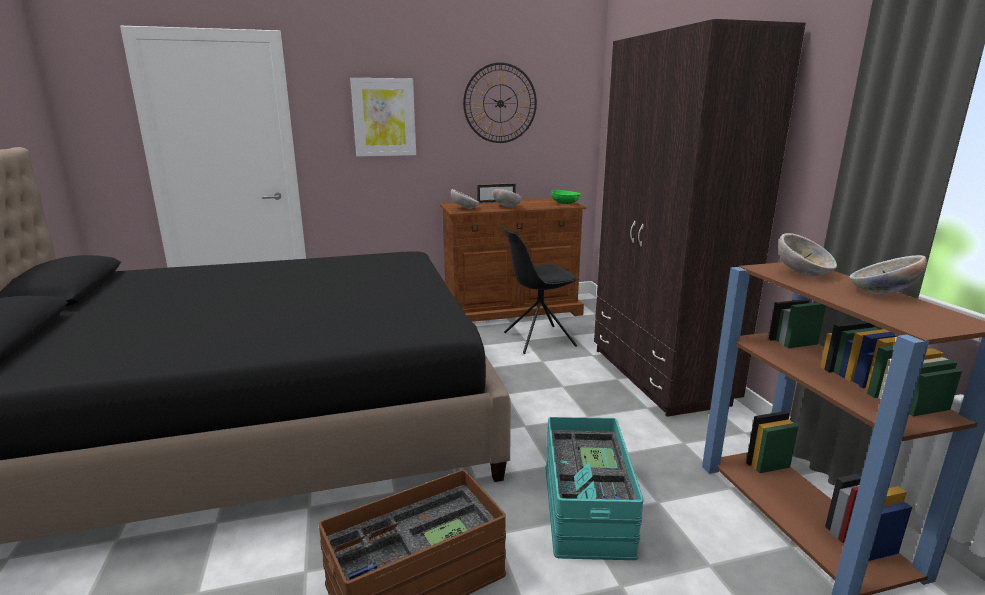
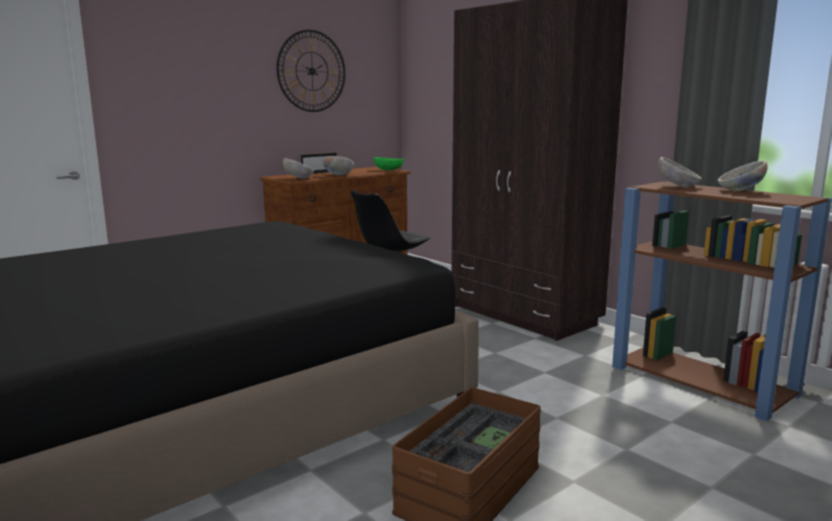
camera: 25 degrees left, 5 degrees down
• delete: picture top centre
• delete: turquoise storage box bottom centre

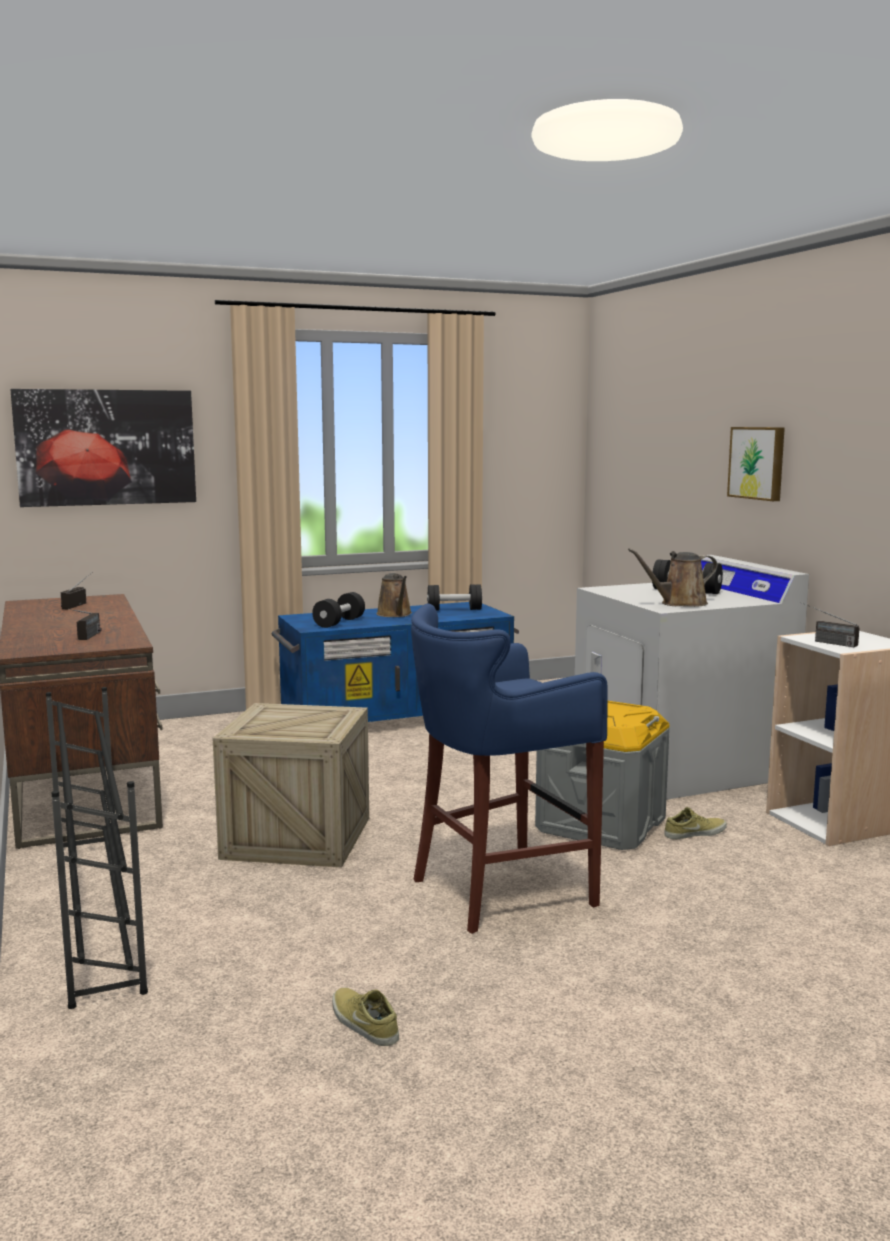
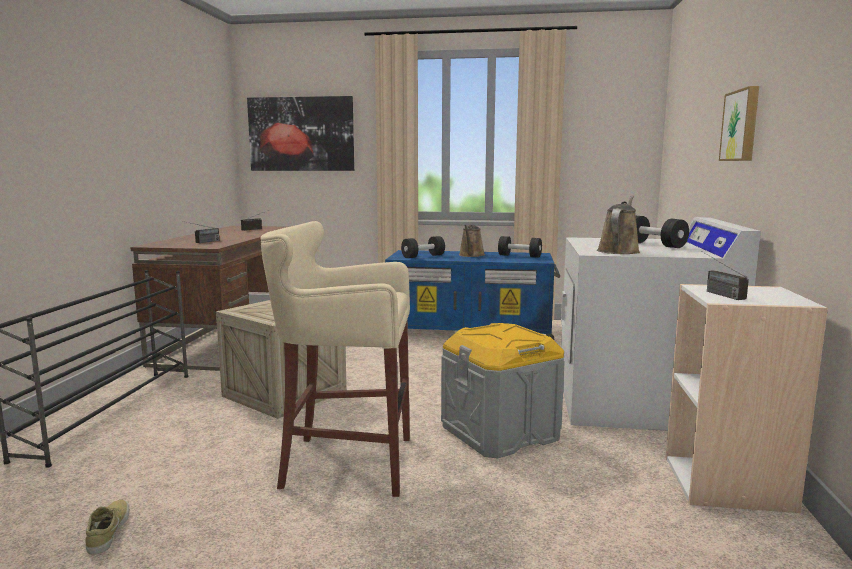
camera: 30 degrees right, 0 degrees up
• rotate: brown watering can (2nd from left) middle right = middle right 105 degrees clockwise
• recolor: blue stool centre to beige stool centre
• delete: beige shoe (2nd from left) middle right

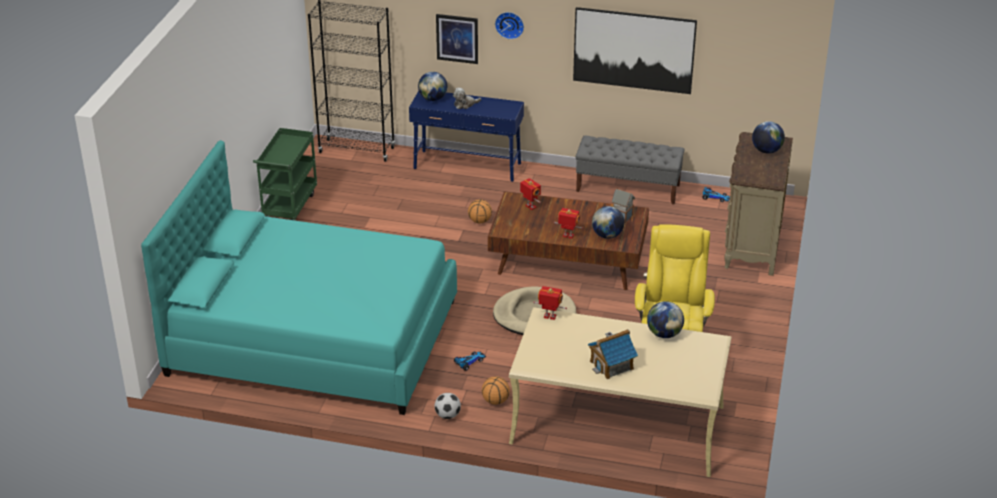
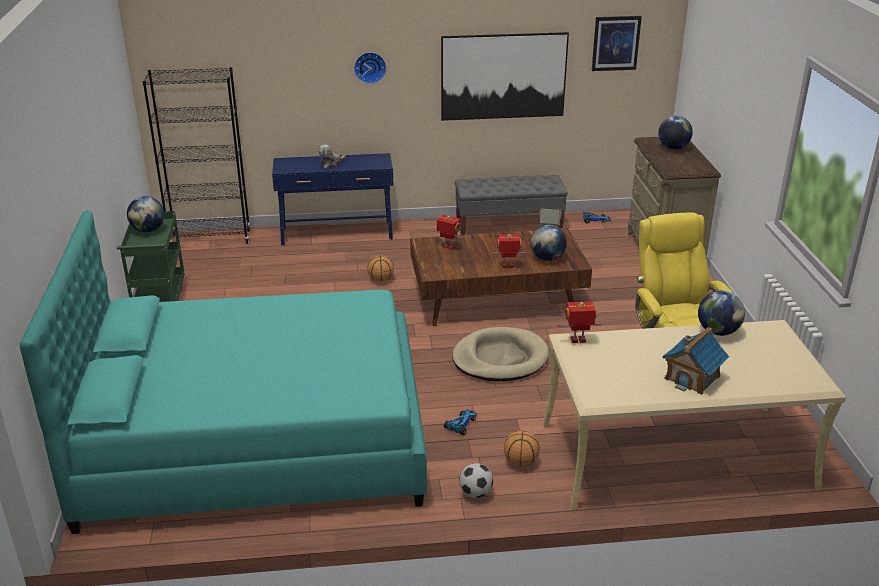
camera: 20 degrees left, 5 degrees down
• move: picture (1st from left in the first image) top centre to picture (2nd from left) top right
• move: globe (1st from left) top centre to middle left

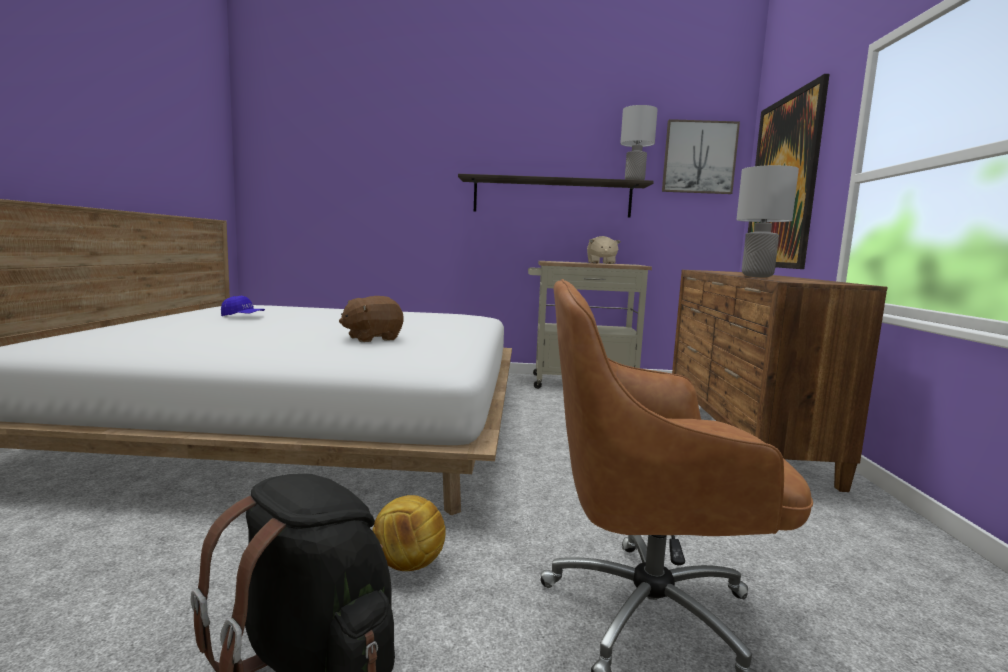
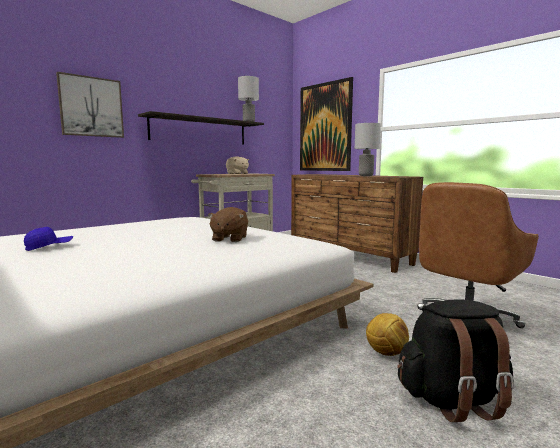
camera: 45 degrees left, 0 degrees up
• move: picture (1st from left) top right to top left

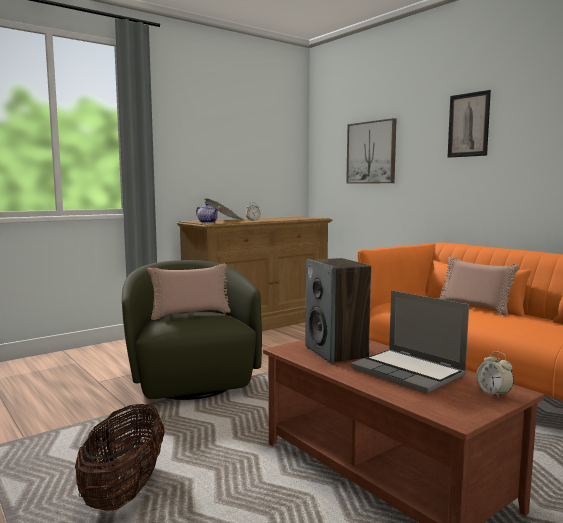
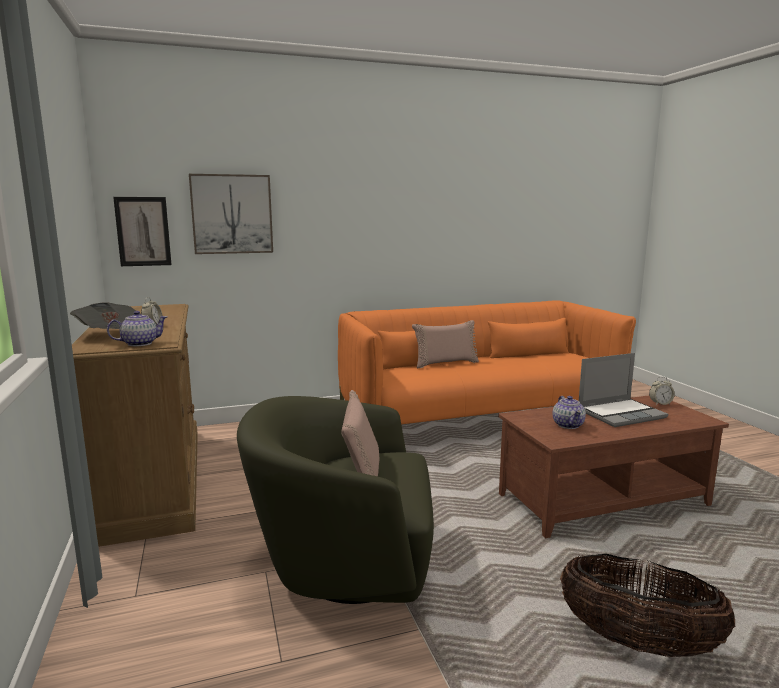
camera: 70 degrees left, 5 degrees up
• move: picture (2nd from left in the first image) top right to picture (1st from left) middle left
• replace: speaker centre to teapot (2nd from left) middle right

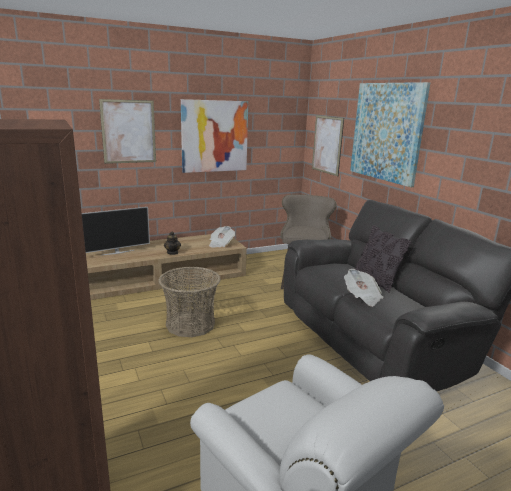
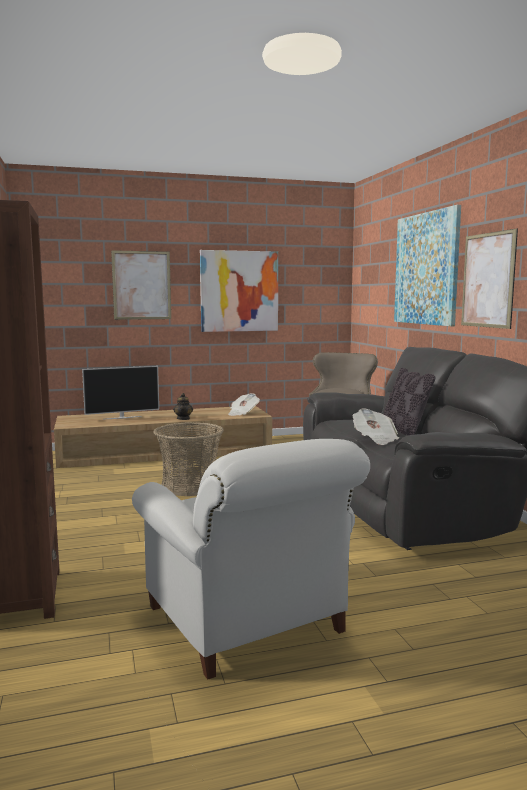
camera: 10 degrees right, 10 degrees down
• move: picture (3rd from left in the first image) top centre to picture (4th from left) middle right

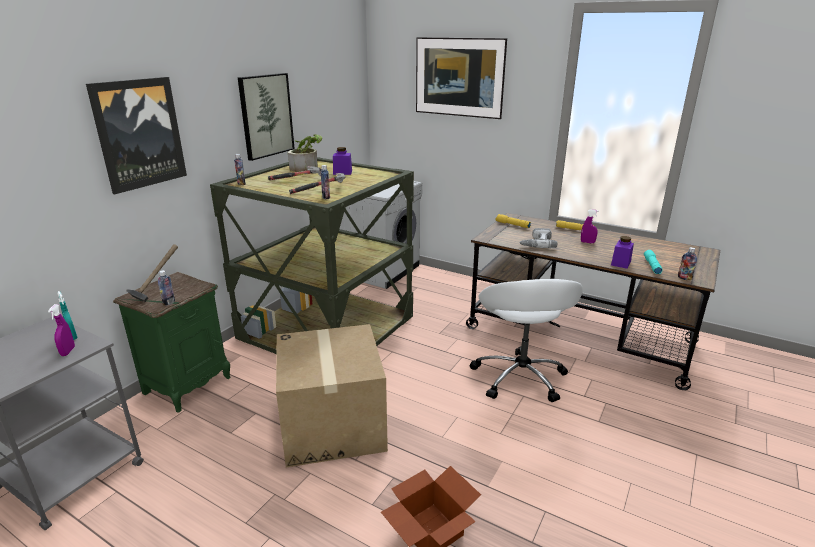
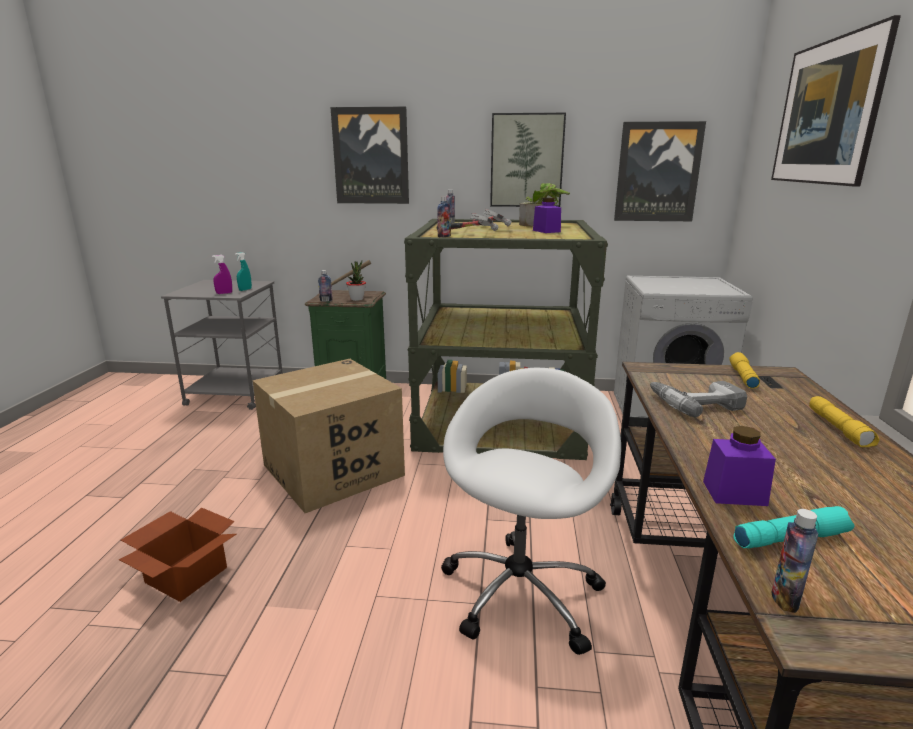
camera: 65 degrees right, 5 degrees down
• delete: purple spray bottle (2nd from left) middle right
• rotate: white office chair centre = bottom centre 150 degrees clockwise
• insert: picture (3rd from left) top right
• insert: potted plant (1st from left) centre

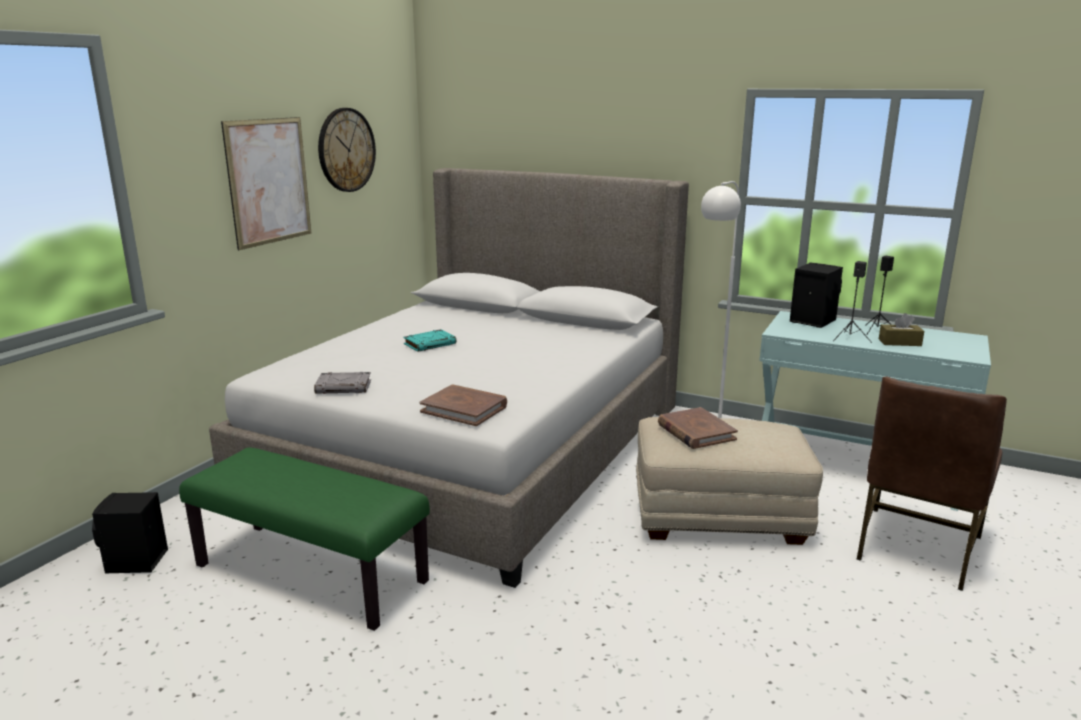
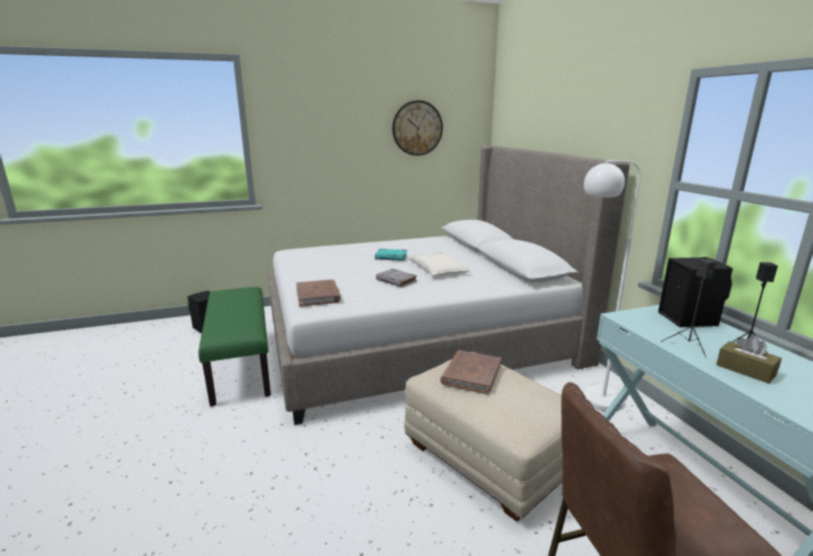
camera: 45 degrees right, 0 degrees up
• delete: picture top left
• move: grey book middle left to centre
• insert: white pillow centre

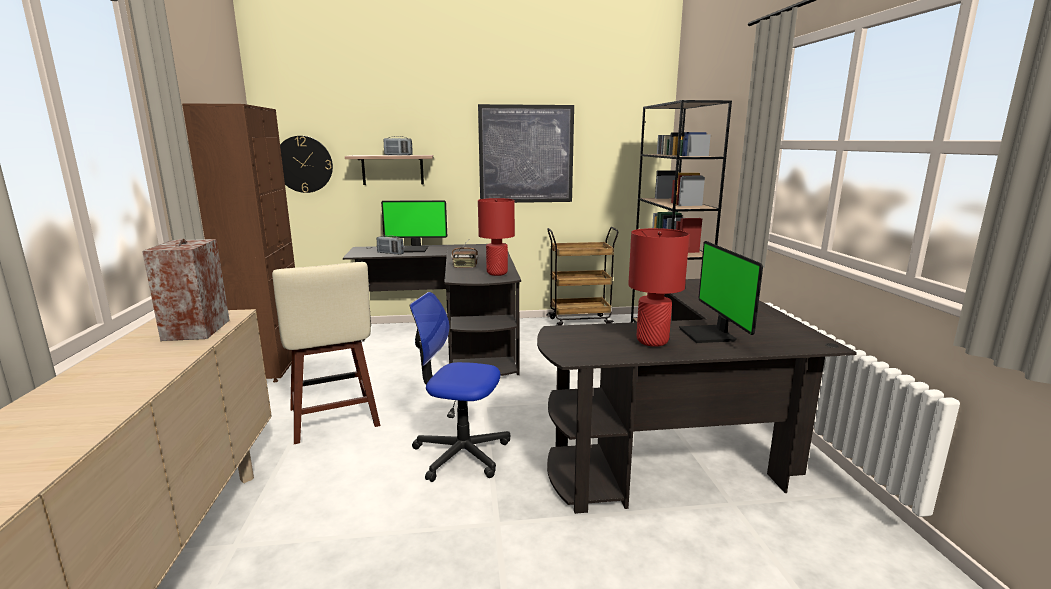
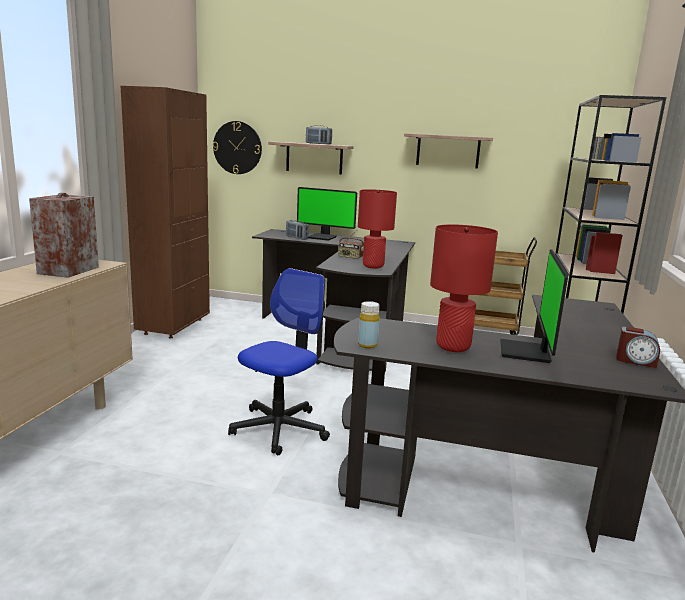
camera: 20 degrees right, 0 degrees up
• replace: picture top centre to shelf (2nd from left) top centre
• delete: beige stool middle left
• rotate: office chair centre = centre 90 degrees clockwise
• insert: yellow bottle centre
• insert: alarm clock middle right

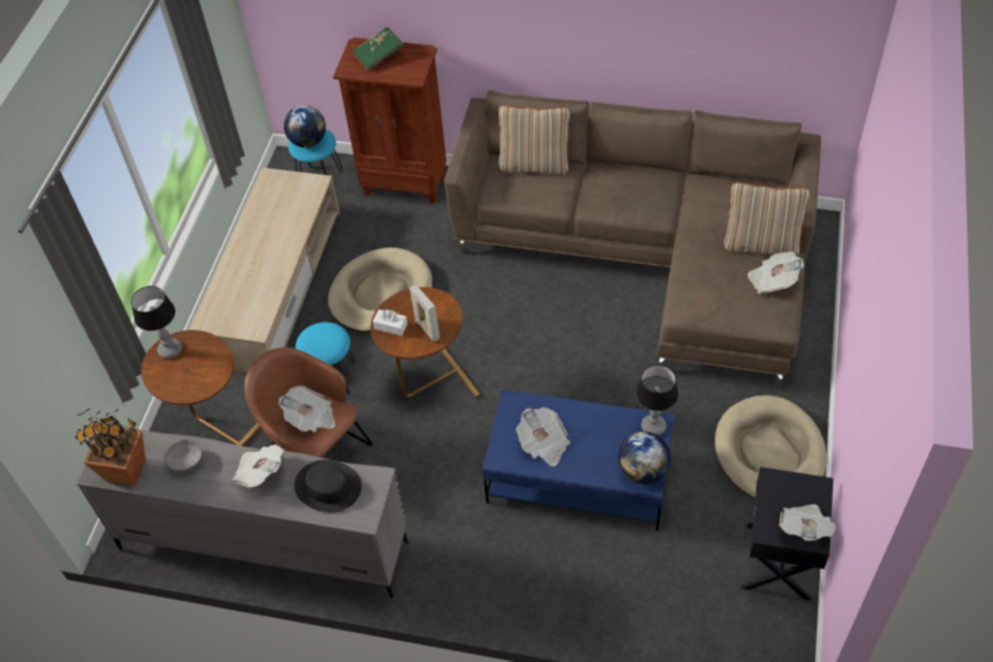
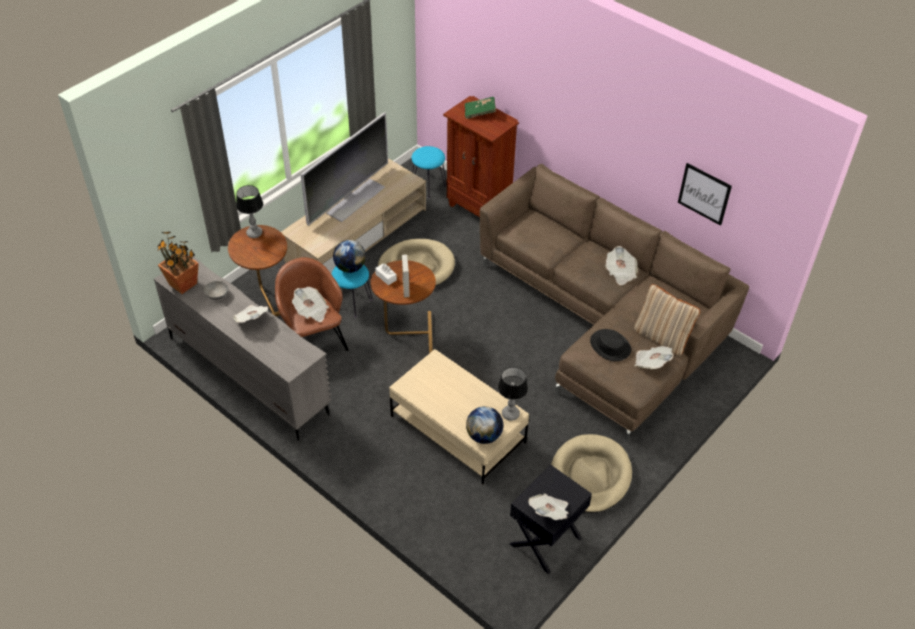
camera: 25 degrees right, 5 degrees down
• move: globe (1st from left) top left to centre
• delete: beige pillow (1st from left) top centre
• recolor: blue coffee table bottom centre to beige coffee table centre
• move: newspaper (3rd from left in the first image) centre to newspaper (4th from left) middle right
• move: black hat bottom left to middle right
• insert: television top centre
• insert: picture top right

